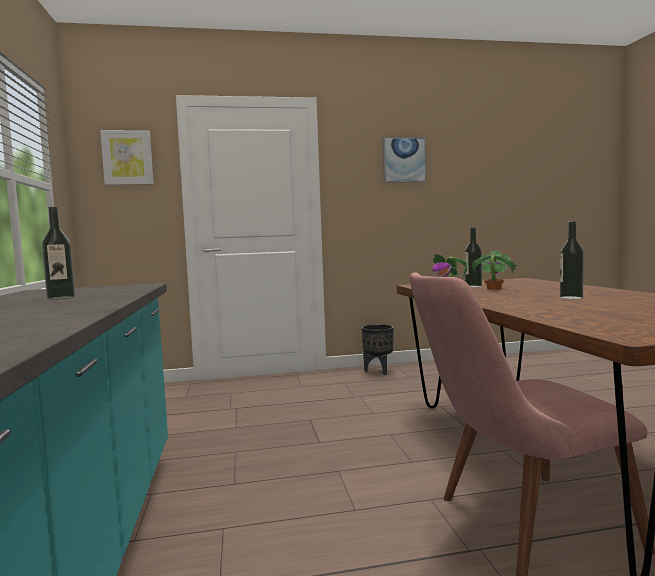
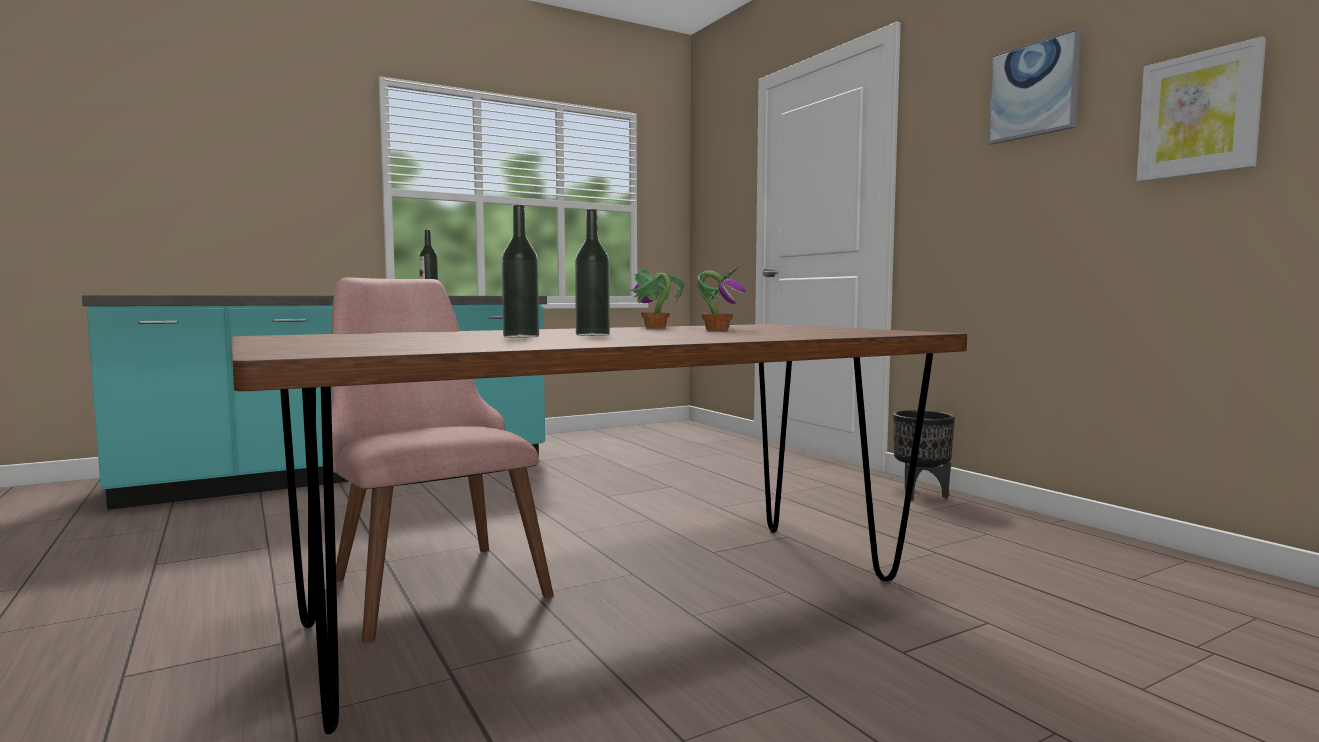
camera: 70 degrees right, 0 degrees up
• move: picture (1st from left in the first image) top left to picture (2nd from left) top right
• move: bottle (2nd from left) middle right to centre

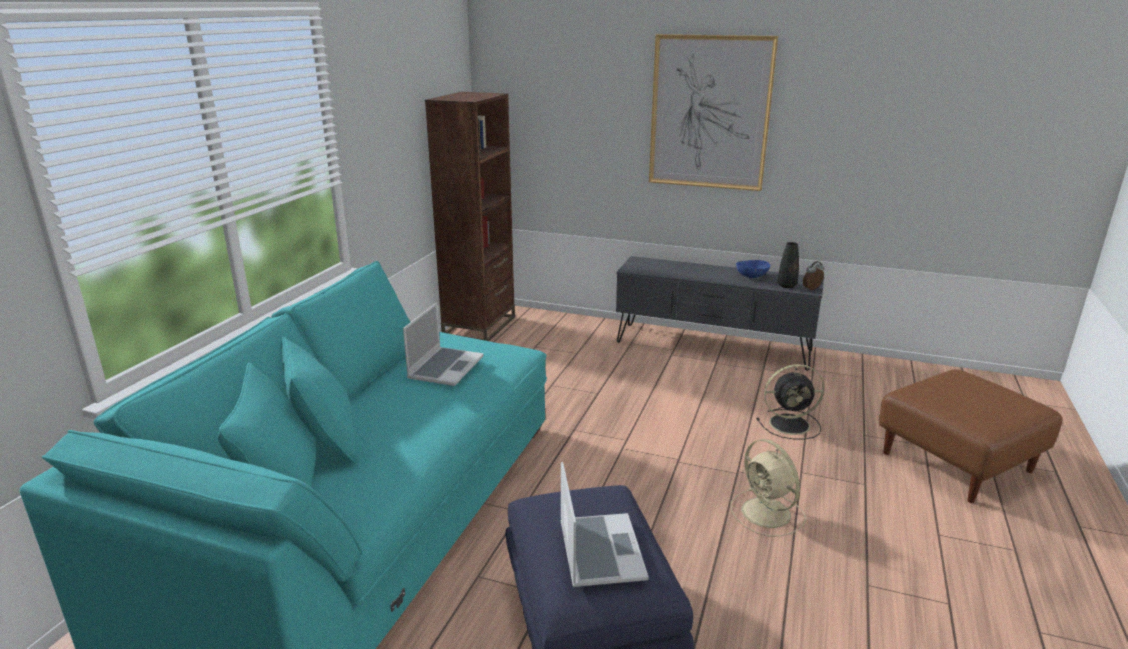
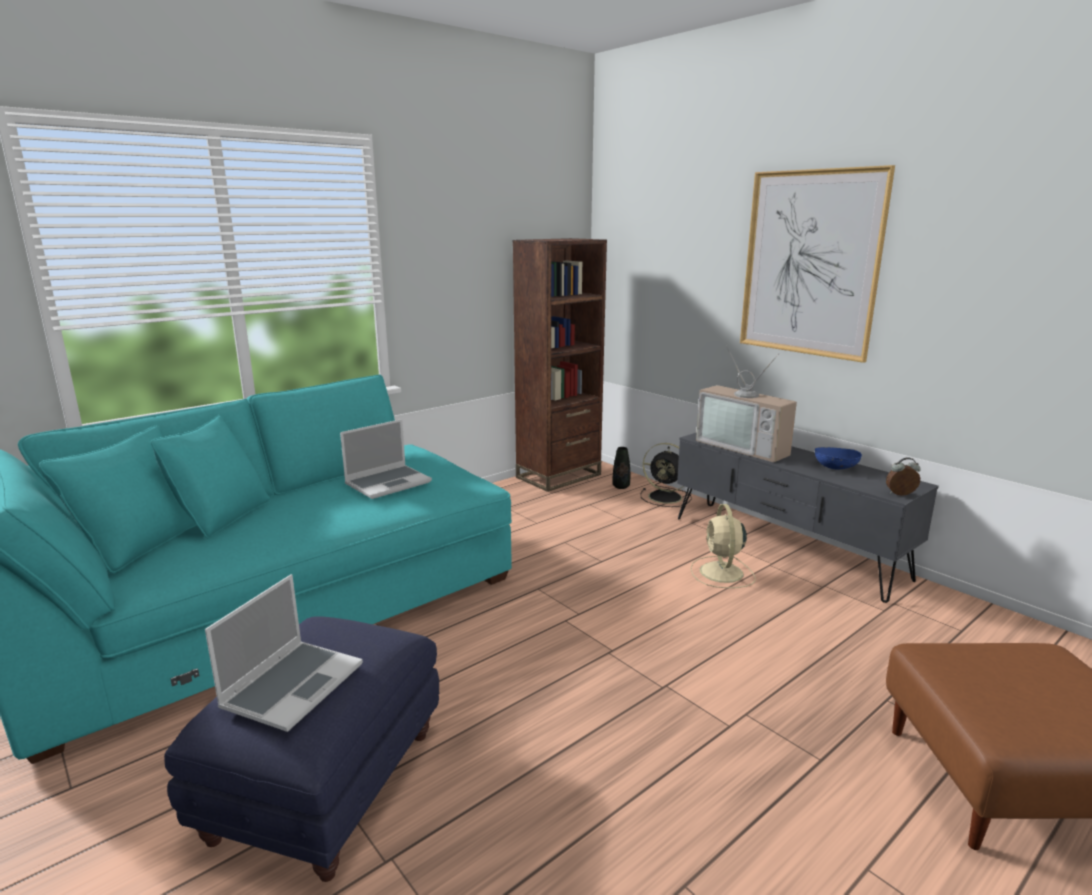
camera: 30 degrees right, 5 degrees down
• move: black vase middle right to centre
• move: black fan middle right to centre
• move: beige fan bottom right to centre
• insert: television middle right

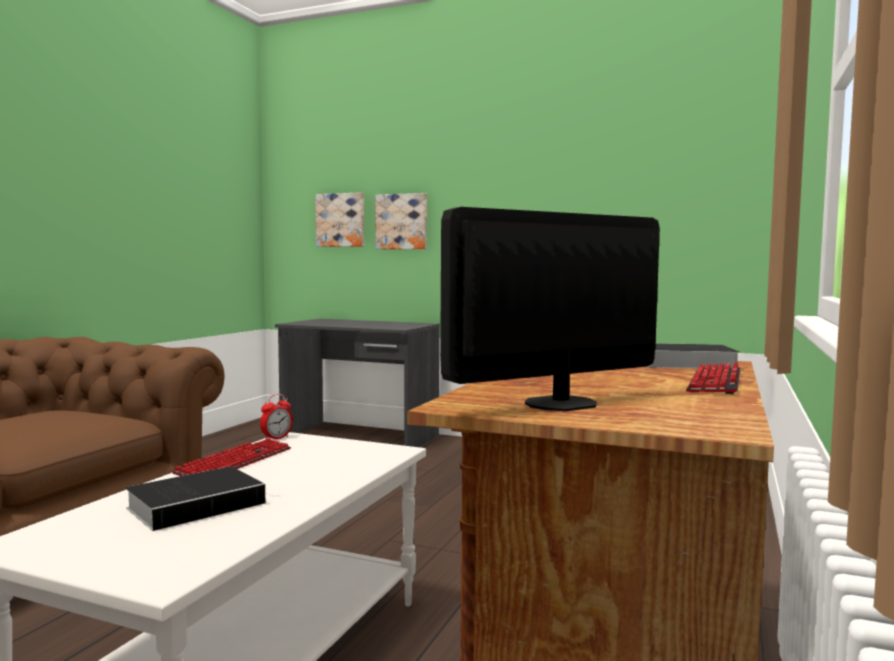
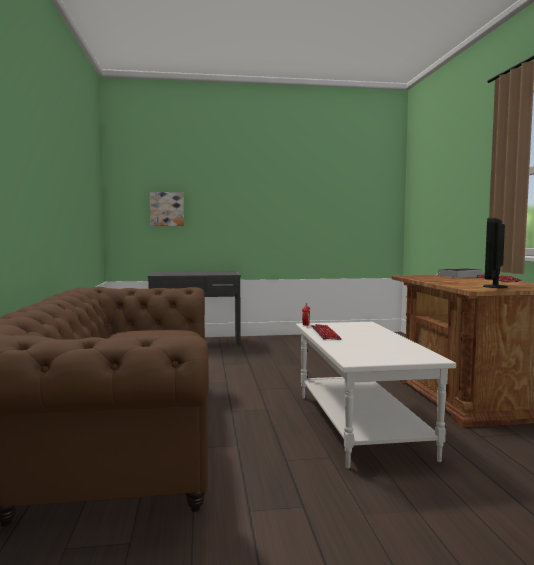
camera: 30 degrees left, 0 degrees up
• delete: picture (2nd from left) centre
• delete: book (1st from left) bottom left

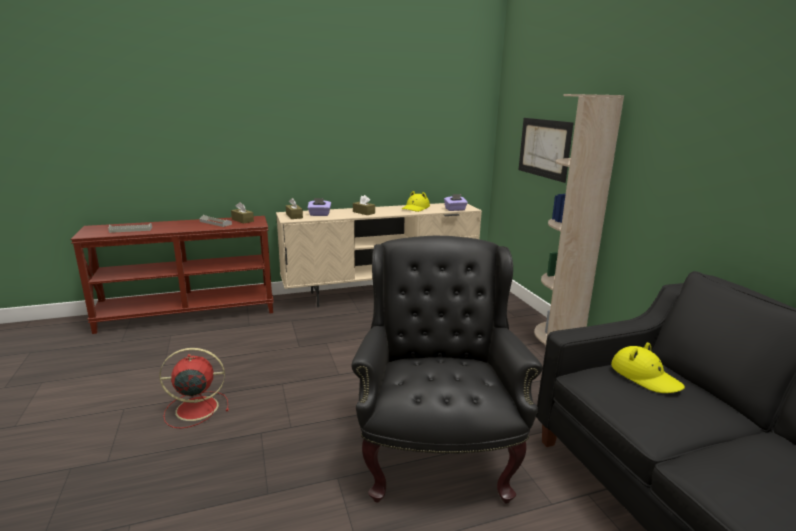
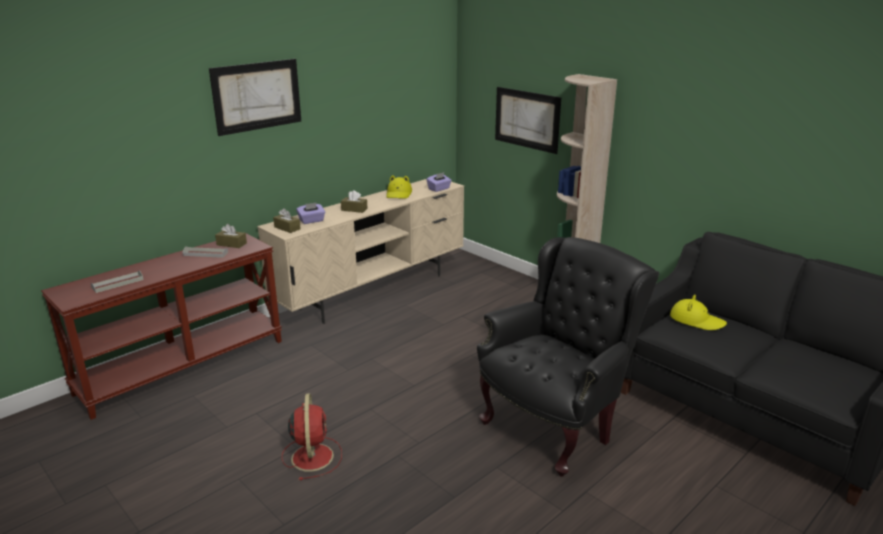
camera: 25 degrees left, 5 degrees up
• rotate: black armchair bottom centre = bottom centre 75 degrees clockwise
• rotate: red fan bottom left = bottom centre 120 degrees clockwise
• insert: picture (1st from left) top left

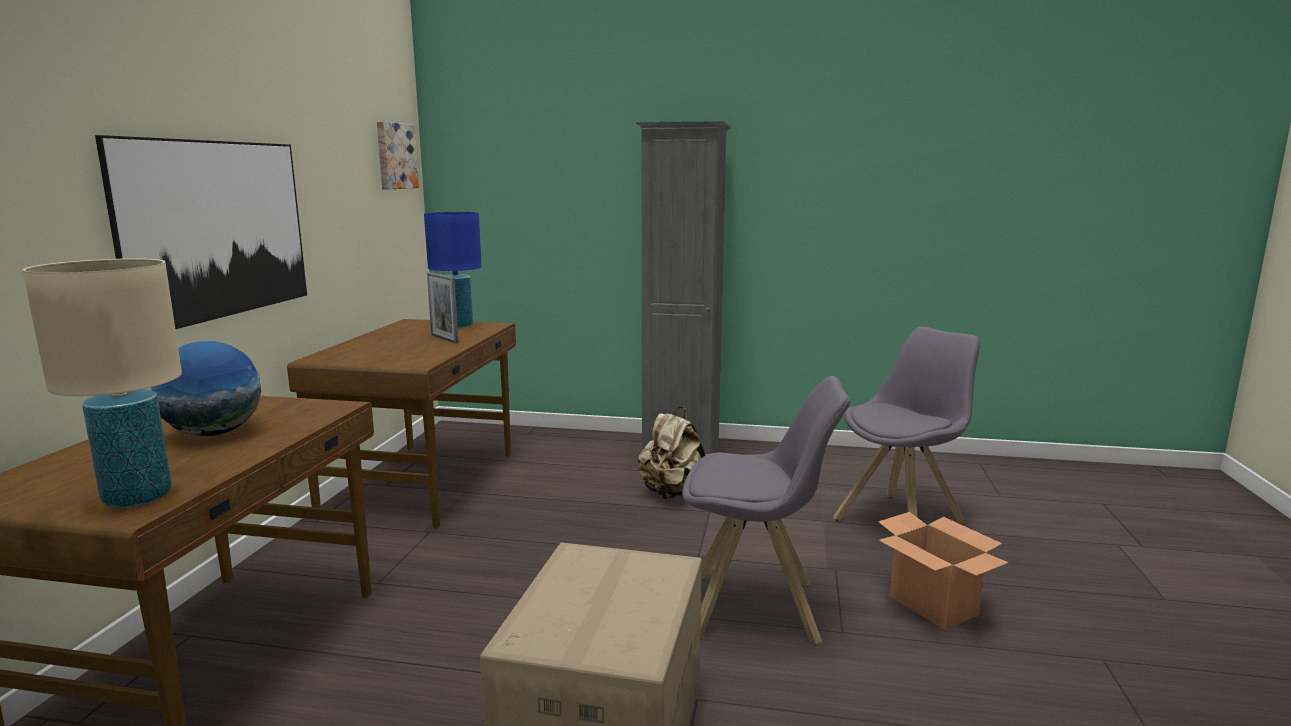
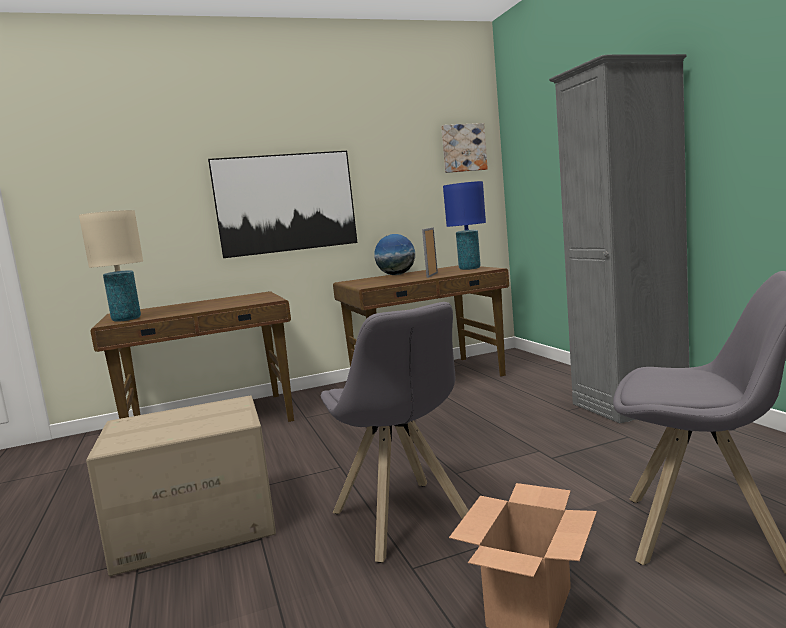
camera: 60 degrees right, 5 degrees down
• move: globe middle left to centre
• delete: beige backpack centre

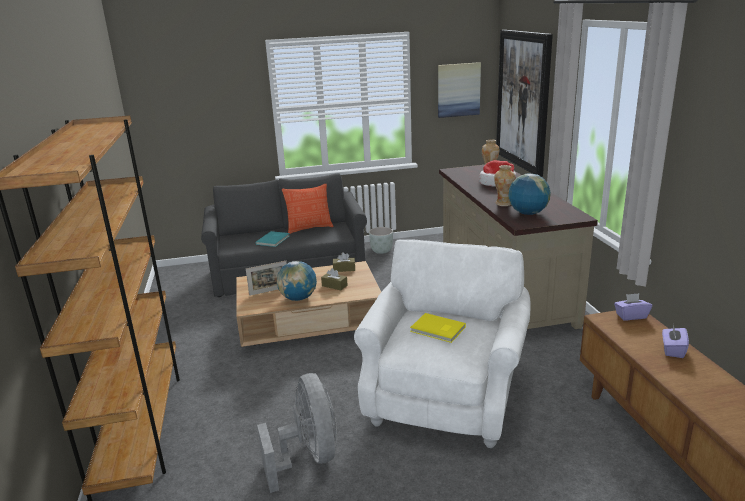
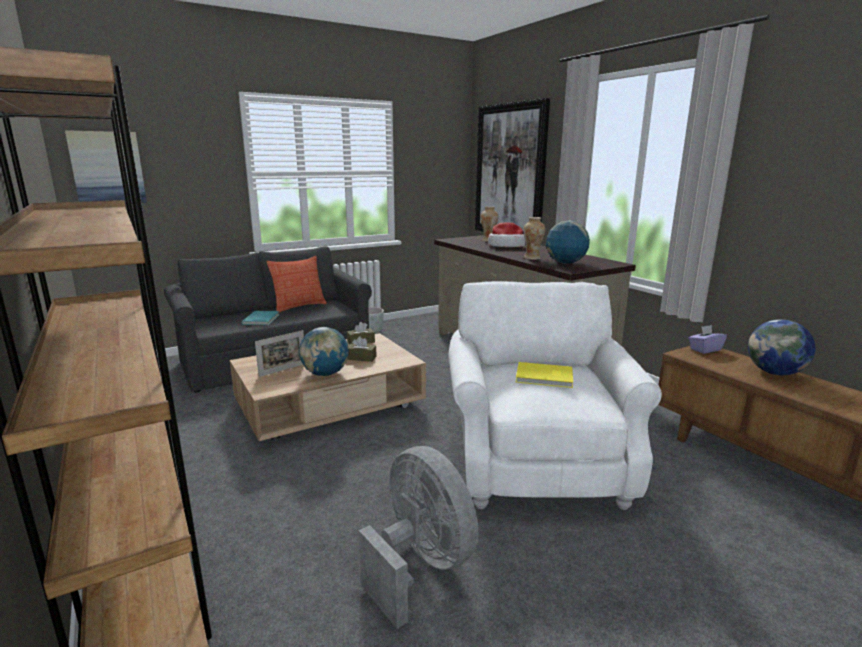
camera: 20 degrees left, 5 degrees down
• move: picture (1st from left) top centre to top left
• replace: purple tissue box (2nd from left) bottom right to globe (3rd from left) middle right

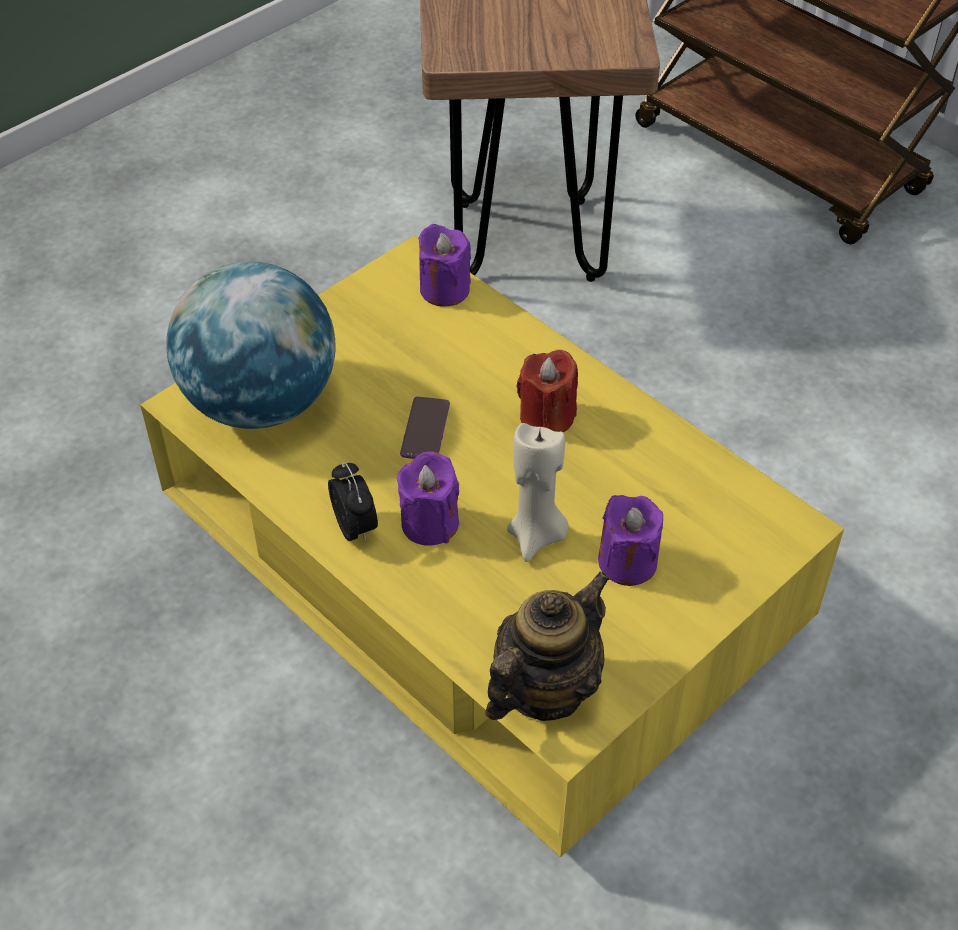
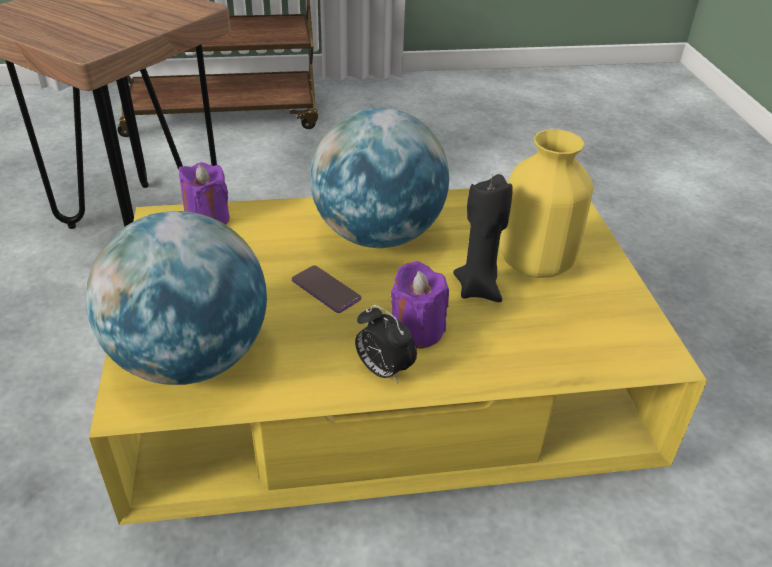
camera: 55 degrees left, 10 degrees down
• replace: red candle centre to globe (2nd from left) top centre
• recolor: beige candle centre to black candle centre
• rotate: alarm clock centre = centre 150 degrees counterclockwise
• replace: purple candle (3rd from left) centre to yellow vase middle right
• delete: teapot bottom centre

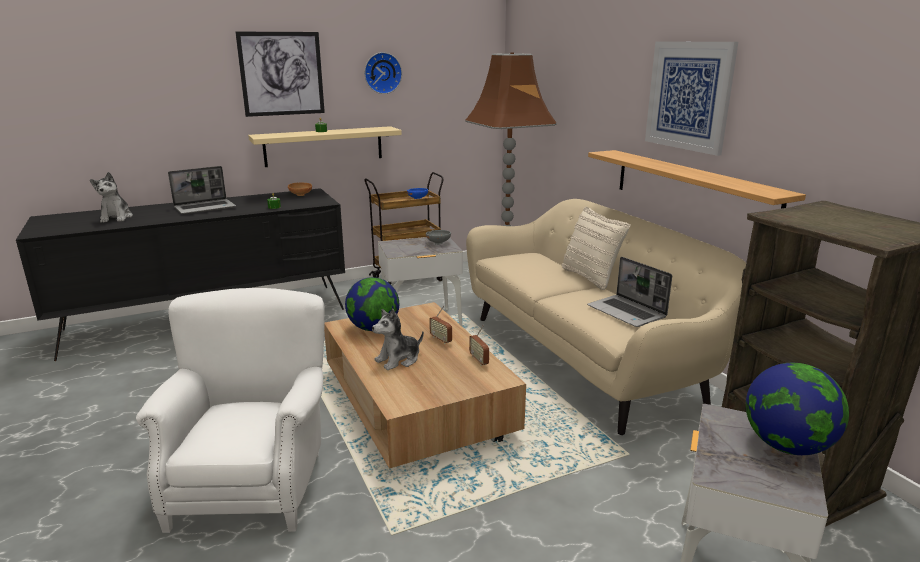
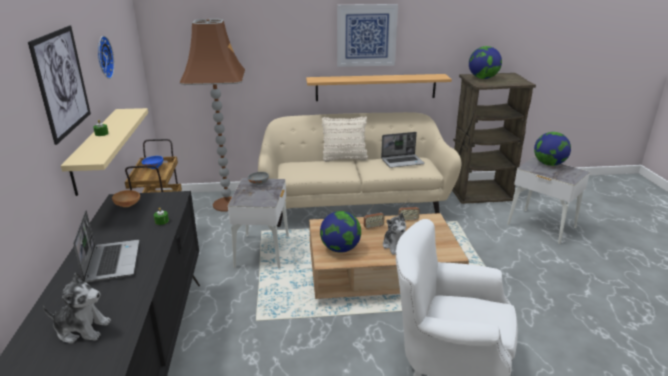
camera: 70 degrees left, 5 degrees up
• insert: globe (2nd from left) top right

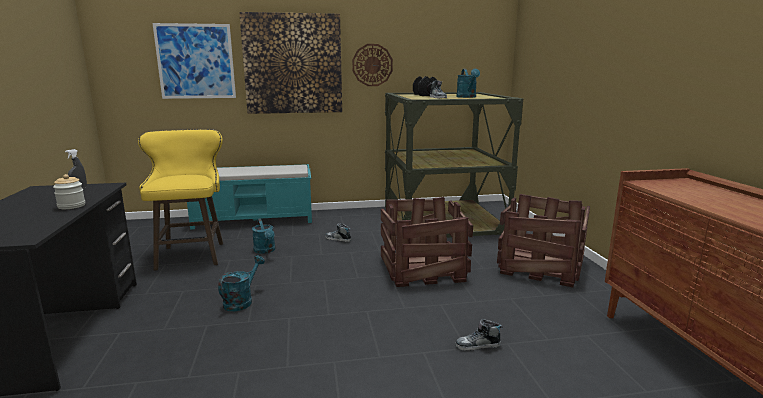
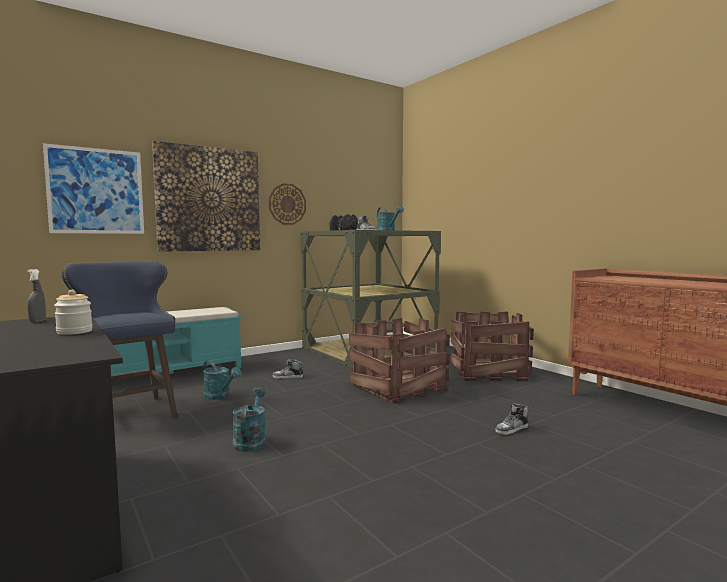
camera: 25 degrees left, 10 degrees down
• recolor: yellow stool middle left to blue stool middle left

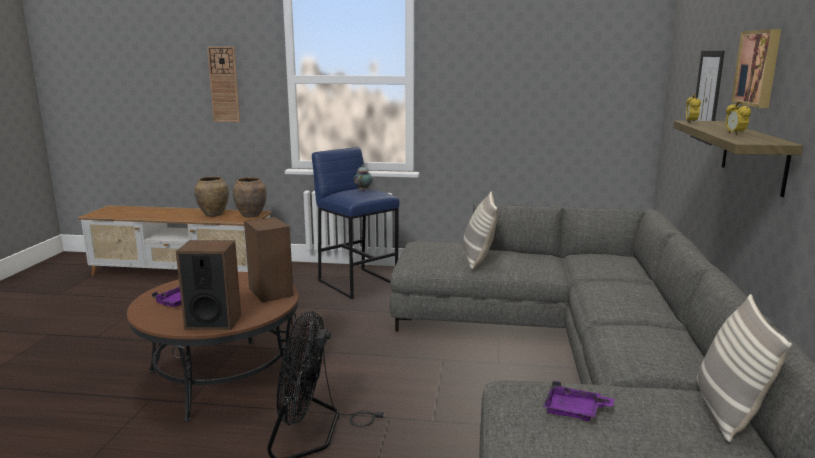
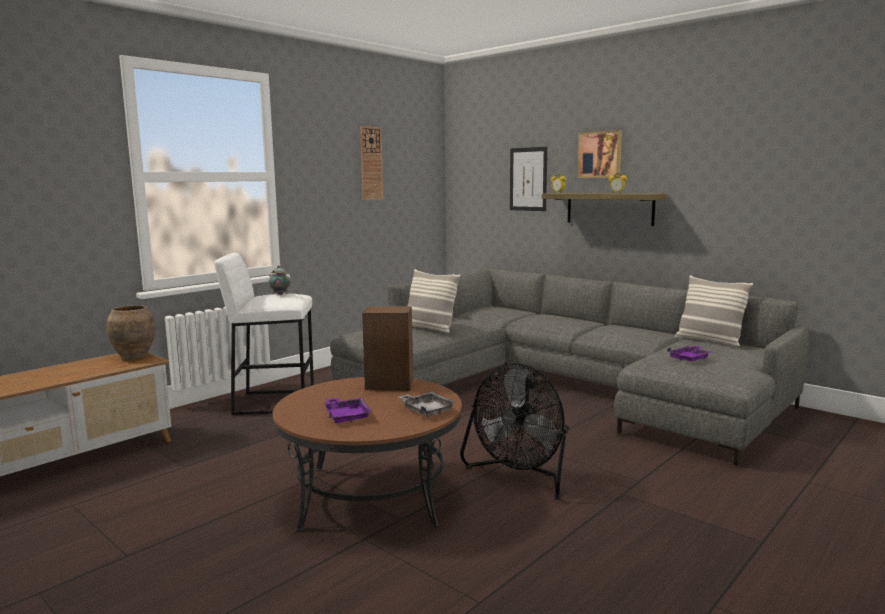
camera: 55 degrees left, 5 degrees down
• move: wall clock top left to top centre
• recolor: blue stool centre to white stool middle left
• delete: brown vase (1st from left) middle left
• replace: speaker (1st from left) middle left to grey tray centre

